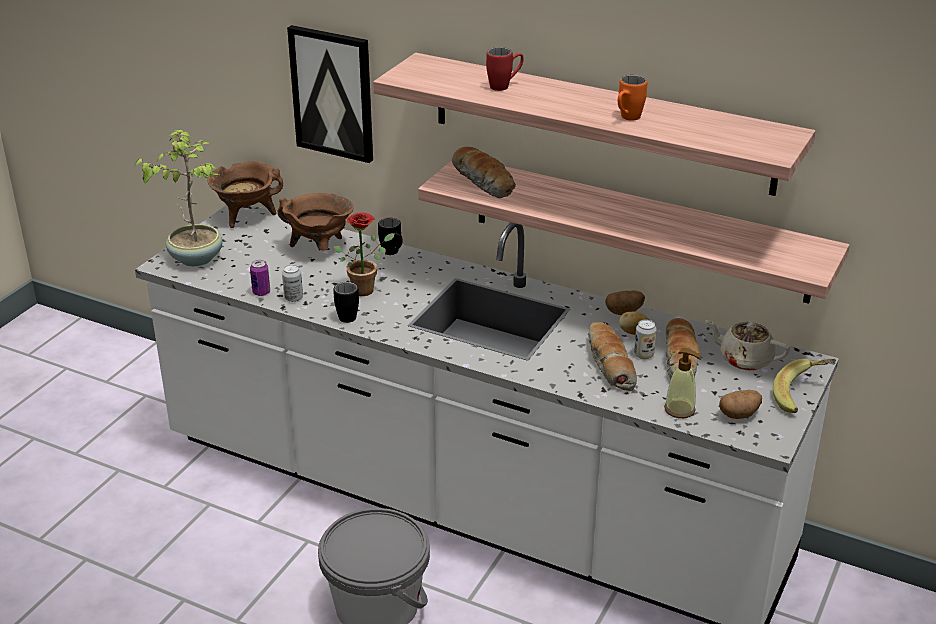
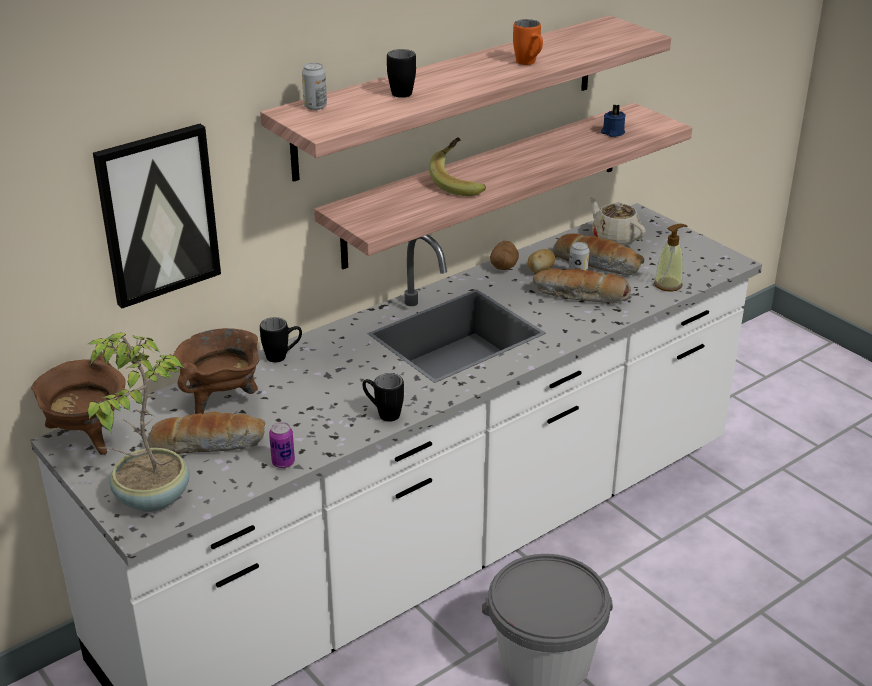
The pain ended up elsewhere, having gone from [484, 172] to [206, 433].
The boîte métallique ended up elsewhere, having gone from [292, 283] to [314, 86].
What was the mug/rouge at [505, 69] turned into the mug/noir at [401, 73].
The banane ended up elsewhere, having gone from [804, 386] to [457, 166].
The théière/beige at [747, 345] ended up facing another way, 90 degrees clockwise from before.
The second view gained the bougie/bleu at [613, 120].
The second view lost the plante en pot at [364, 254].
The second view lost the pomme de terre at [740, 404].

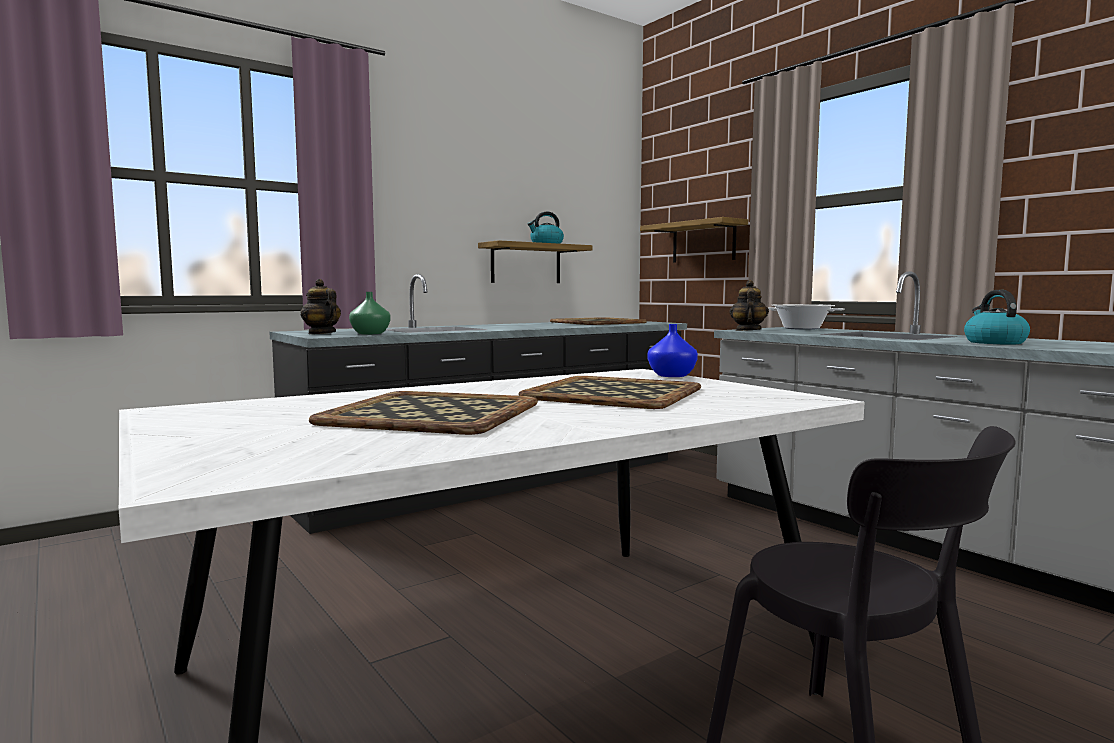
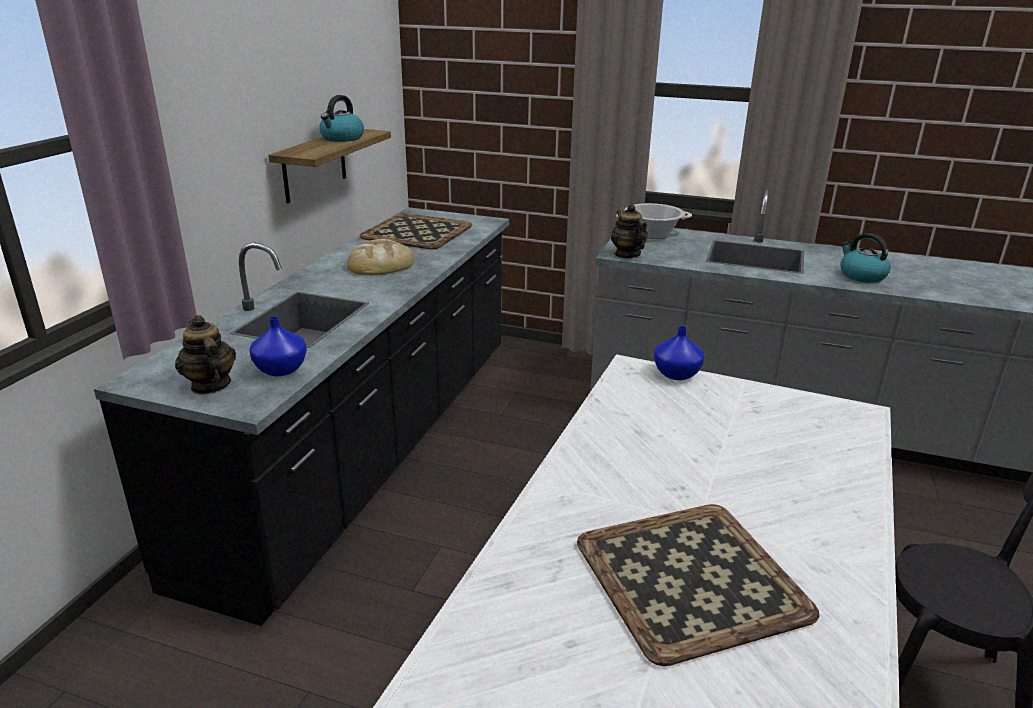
The théière at [320, 306] ended up facing another way, 45 degrees clockwise from before.
What was the vase/vert at [370, 313] turned into the vase/bleu at [278, 346].
The second view gained the pain at [381, 257].
The second view lost the plateau at [609, 392].
The second view lost the étagère at [694, 240].

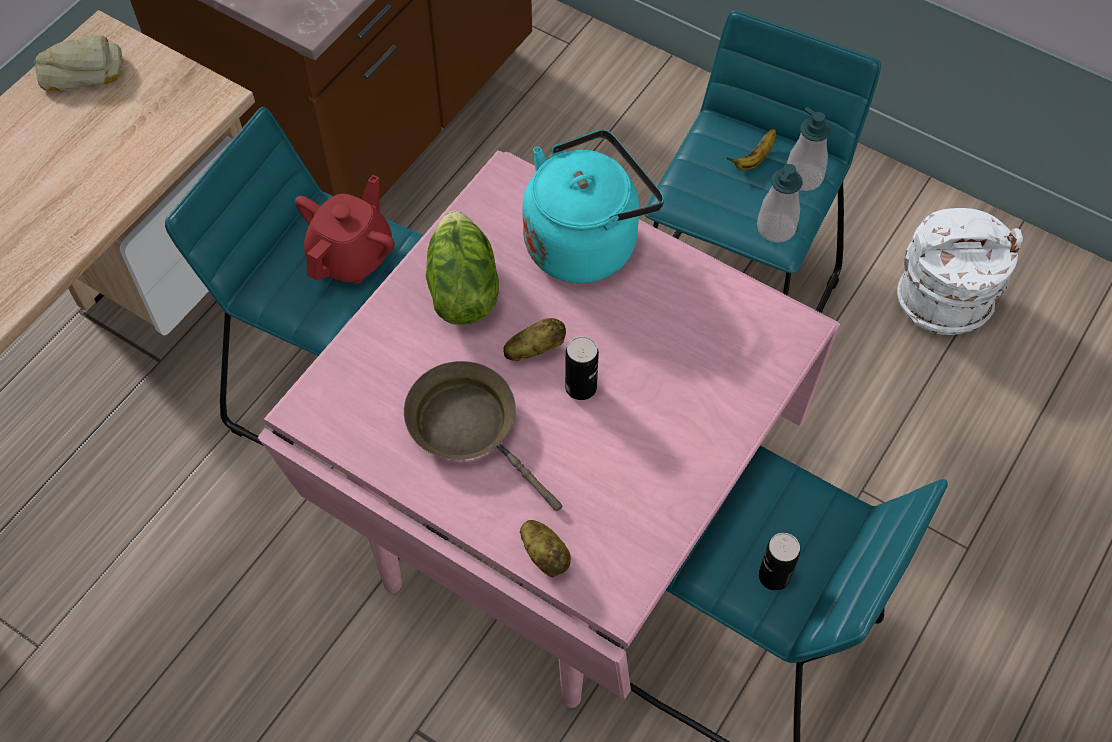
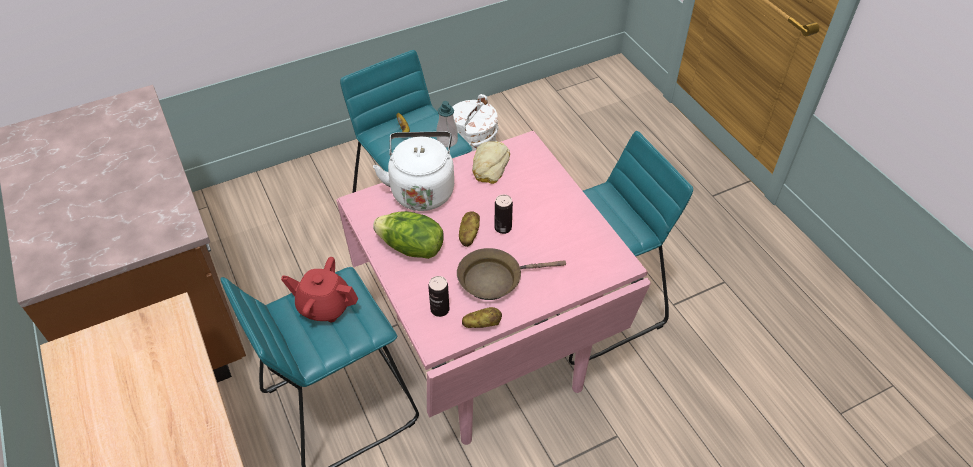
The théière/rouge at [345, 229] ended up facing another way, 45 degrees counterclockwise from before.
What was the bouilloire/turquoise at [593, 206] turned into the bouilloire/blanc at [413, 171].
The boîte métallique ended up elsewhere, having gone from [779, 562] to [438, 296].
The pomme de terre ended up elsewhere, having gone from [545, 549] to [482, 317].
The pain ended up elsewhere, having gone from [79, 63] to [491, 162].
The second view lost the distributeur de savon at [809, 149].

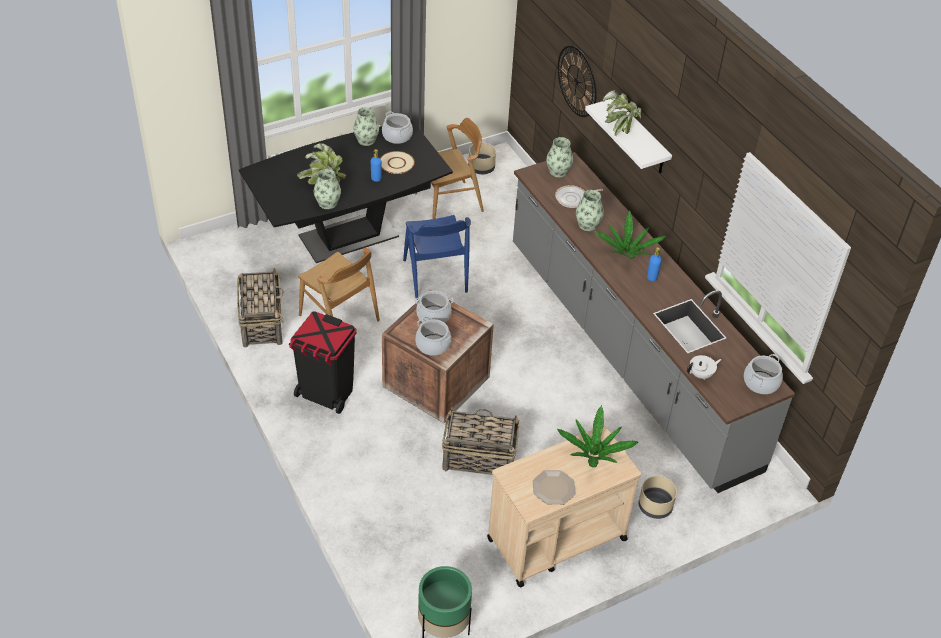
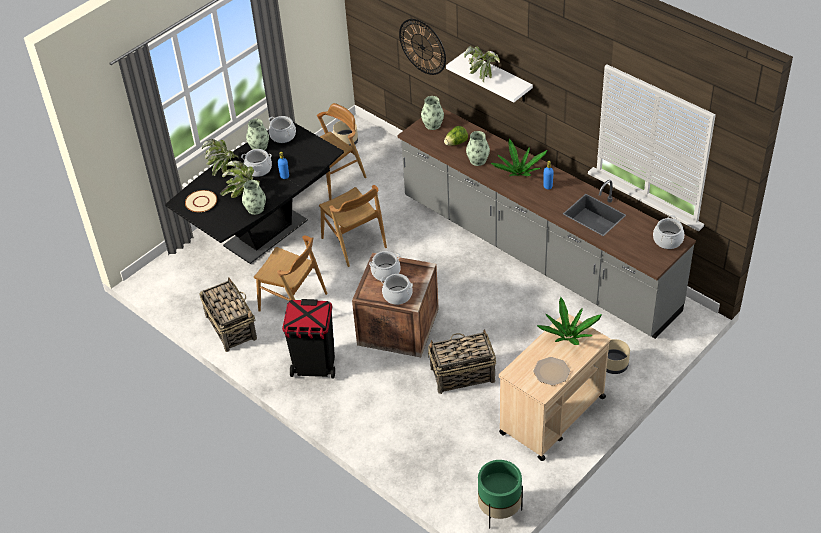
The assiette/beige ended up elsewhere, having gone from [397, 162] to [201, 201].
The second view gained the plante en pot at [220, 157].
The second view gained the marmite at [256, 163].
What was the chaise/bleu at [437, 257] turned into the chaise/marron at [353, 226].
Where the poêle stood at [579, 196], the laitue came to stand at [456, 136].
The second view lost the théière/blanc at [704, 367].

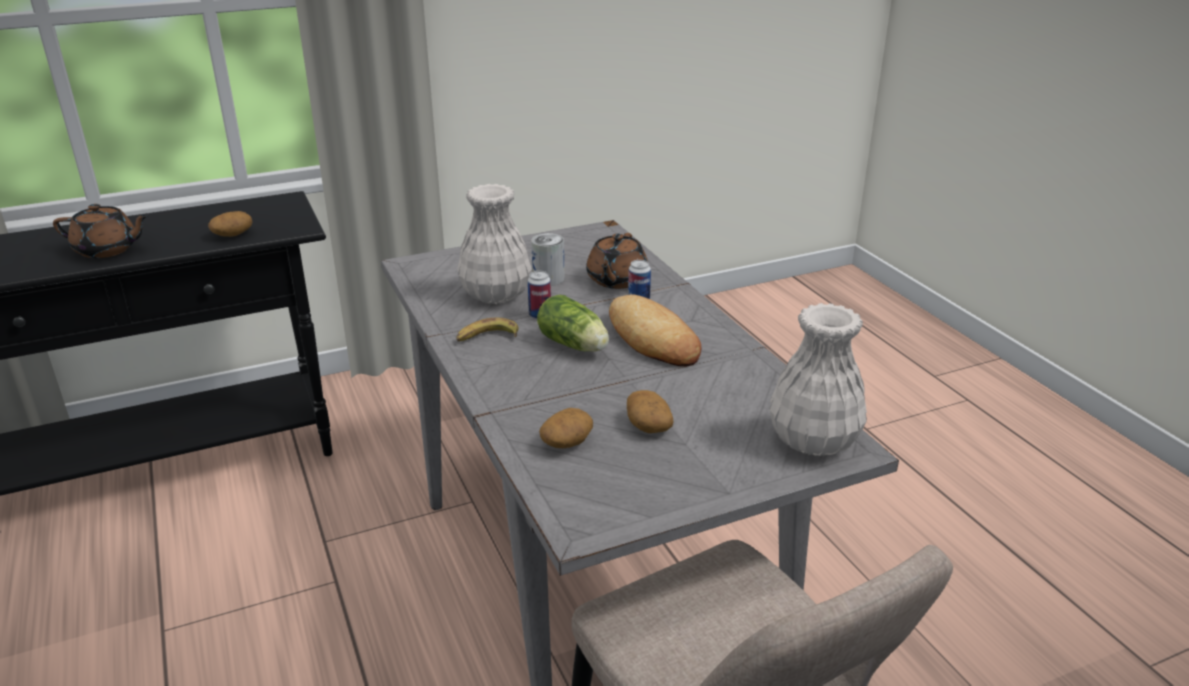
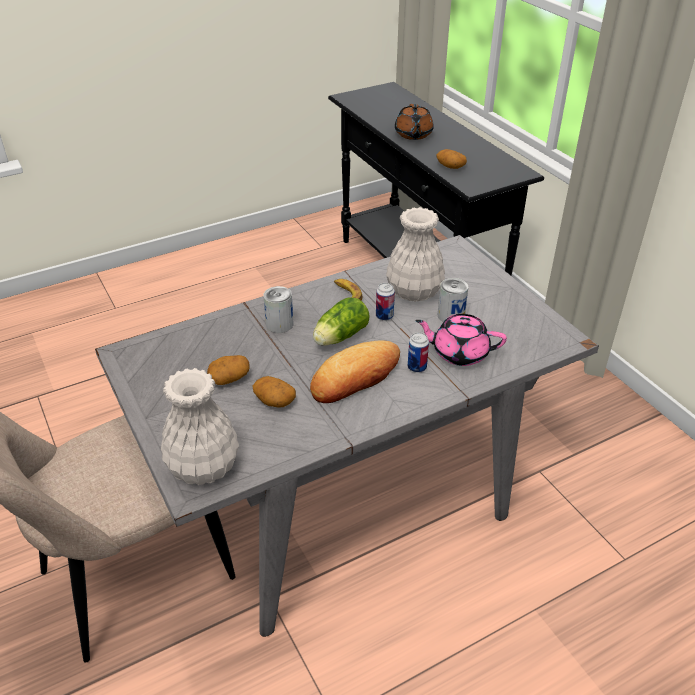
The pomme de terre ended up elsewhere, having gone from [566, 428] to [274, 392].
The second view gained the boîte métallique at [278, 309].
What was the théière/marron at [617, 261] turned into the théière/rose at [461, 340].

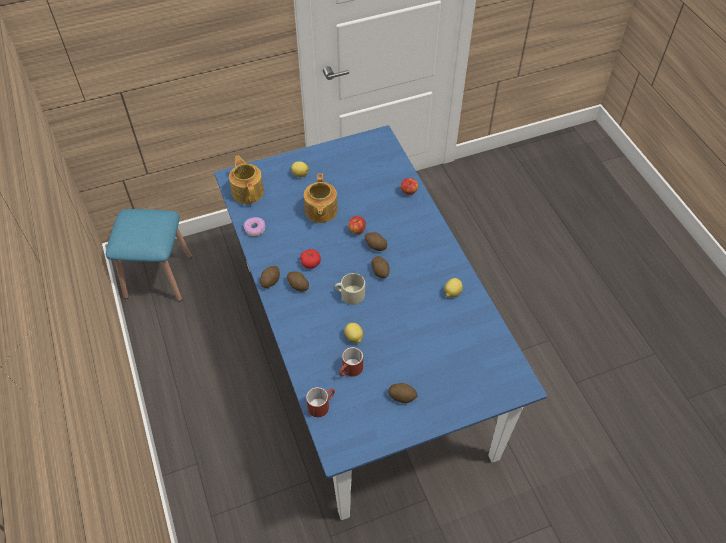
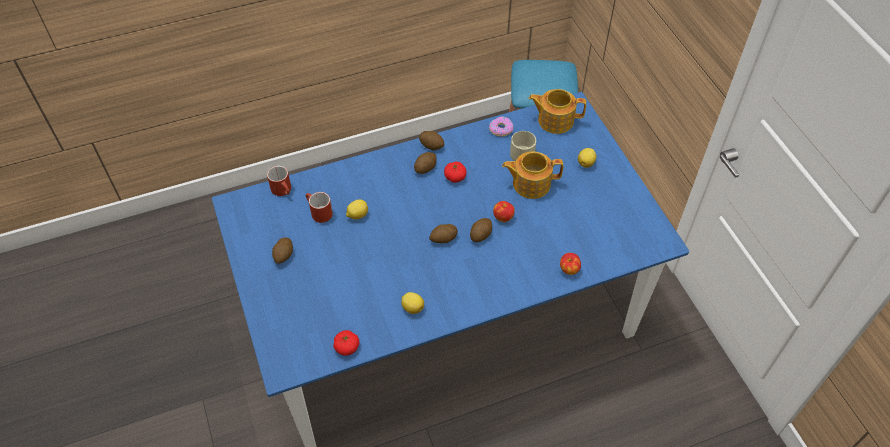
The second view gained the tomate at [346, 343].
The mug/beige ended up elsewhere, having gone from [350, 289] to [523, 146].
The théière at [246, 179] ended up facing another way, 150 degrees counterclockwise from before.

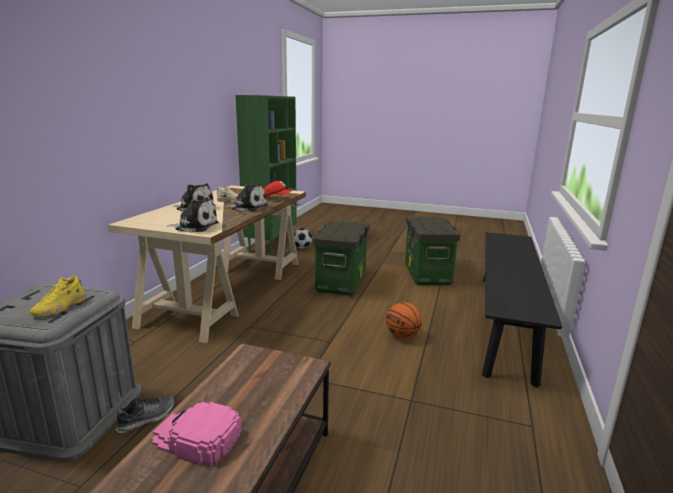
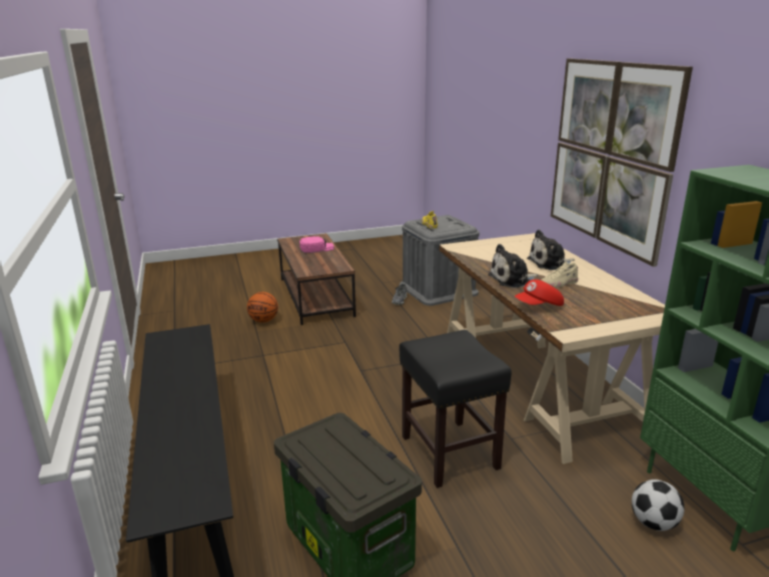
The ballon de basket ended up elsewhere, having gone from [404, 320] to [262, 307].
Where the boîte de rangement stood at [341, 258], the tabouret/noir came to stand at [455, 409].
The second view gained the tableau at [622, 162].
The second view lost the peluche at [193, 215].

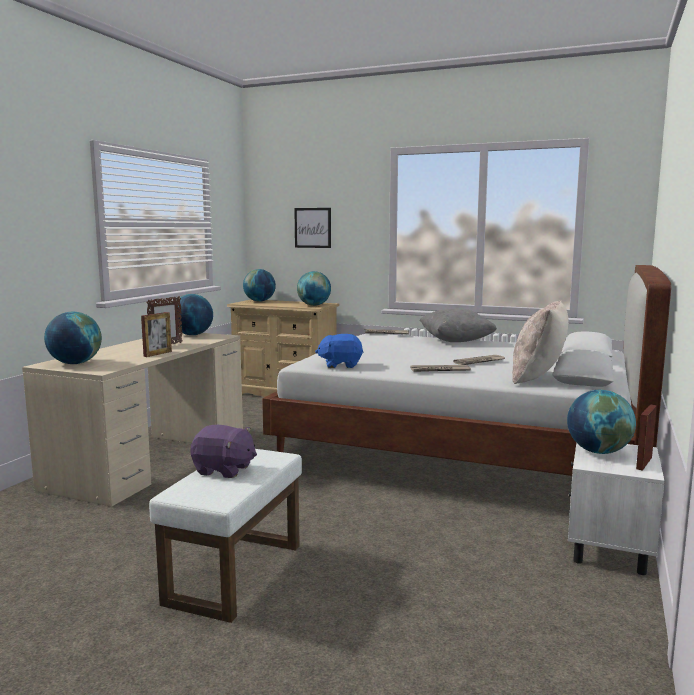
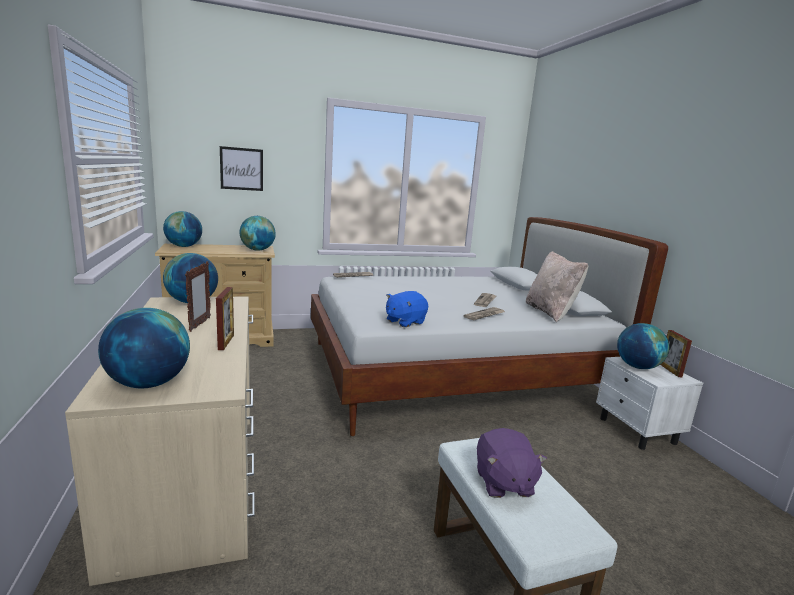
The peluche/violet at [223, 451] ended up facing another way, 105 degrees clockwise from before.
The second view lost the coussin/gris at [458, 325].

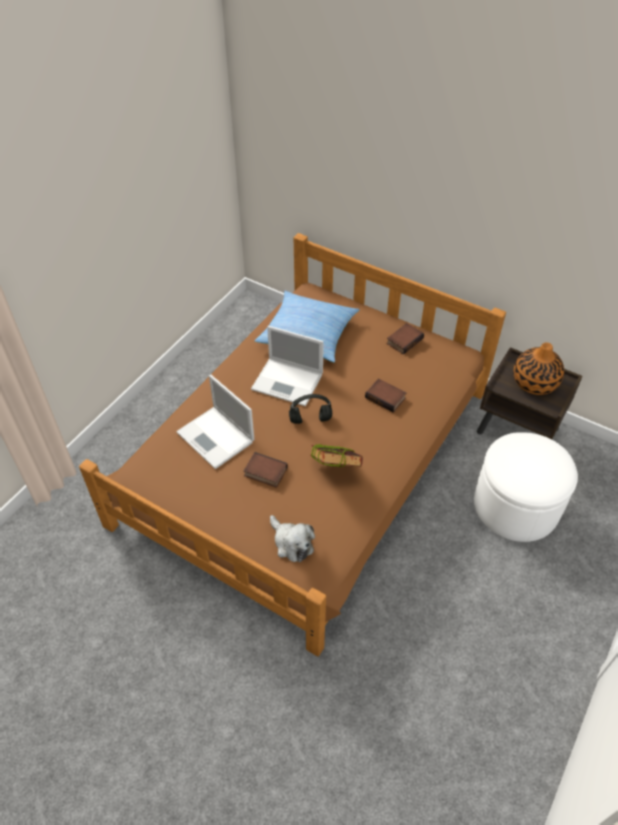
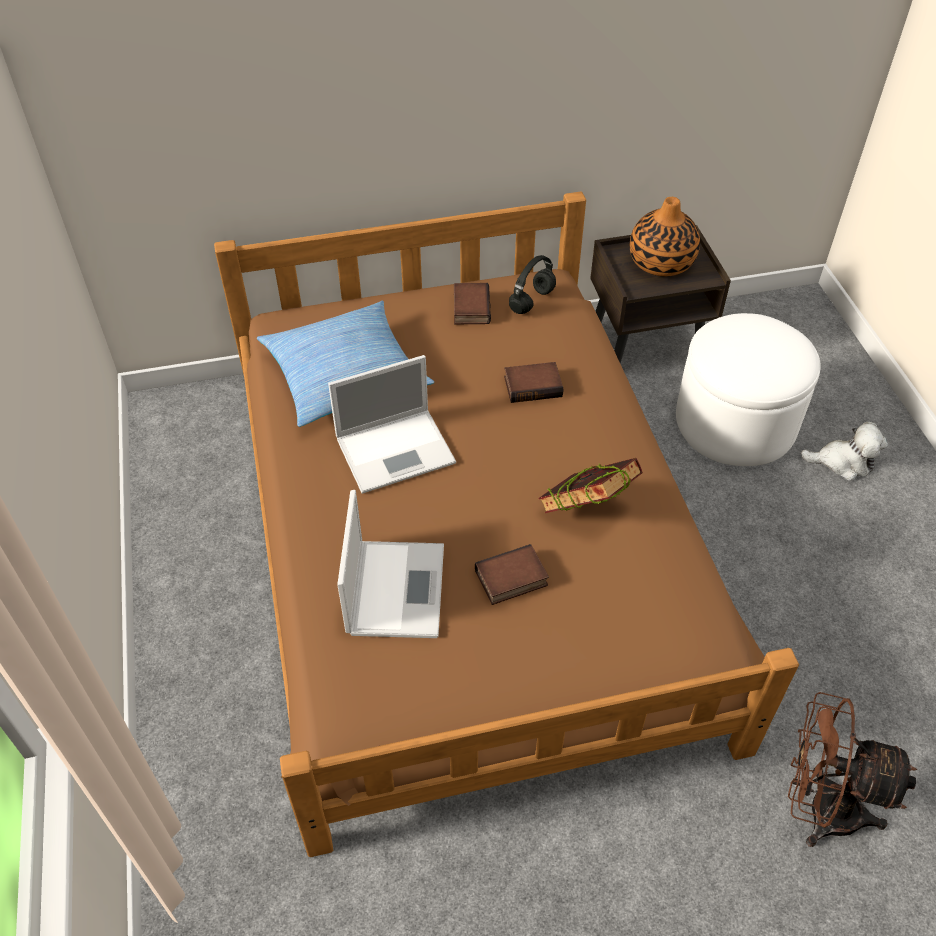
The ordinateur portable at [215, 422] ended up facing another way, 90 degrees counterclockwise from before.
The casque audio/noir ended up elsewhere, having gone from [310, 409] to [532, 284].
The second view gained the ventilateur/marron at [852, 769].
The peluche ended up elsewhere, having gone from [292, 538] to [844, 451].

